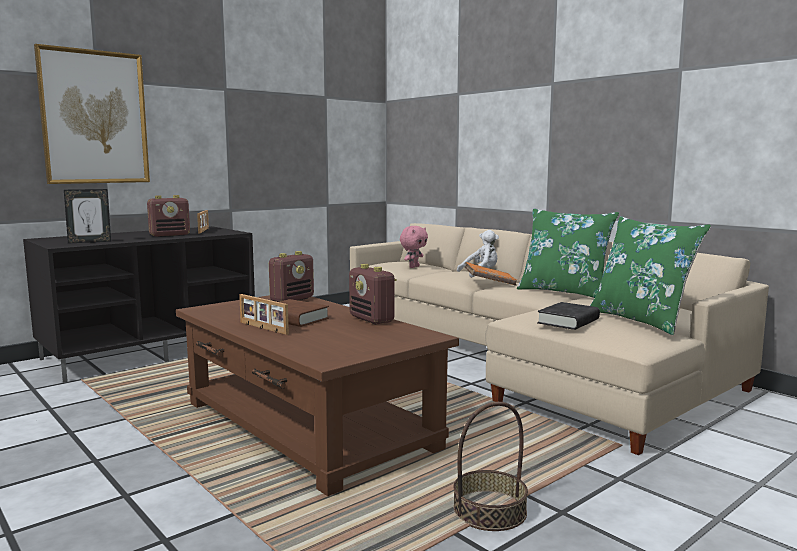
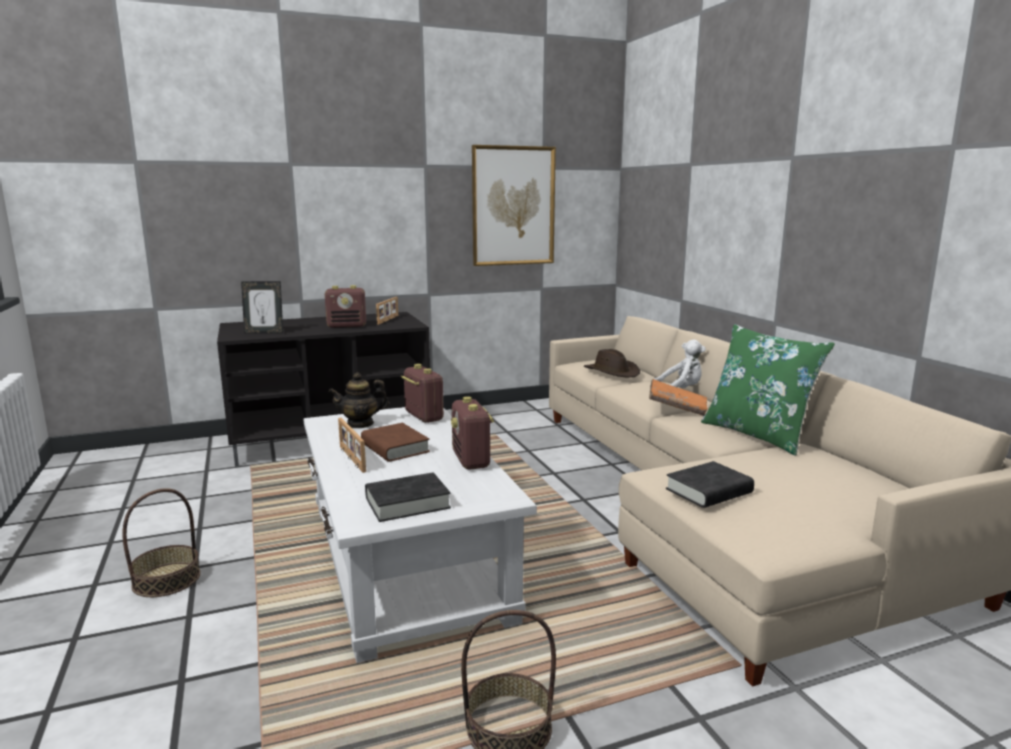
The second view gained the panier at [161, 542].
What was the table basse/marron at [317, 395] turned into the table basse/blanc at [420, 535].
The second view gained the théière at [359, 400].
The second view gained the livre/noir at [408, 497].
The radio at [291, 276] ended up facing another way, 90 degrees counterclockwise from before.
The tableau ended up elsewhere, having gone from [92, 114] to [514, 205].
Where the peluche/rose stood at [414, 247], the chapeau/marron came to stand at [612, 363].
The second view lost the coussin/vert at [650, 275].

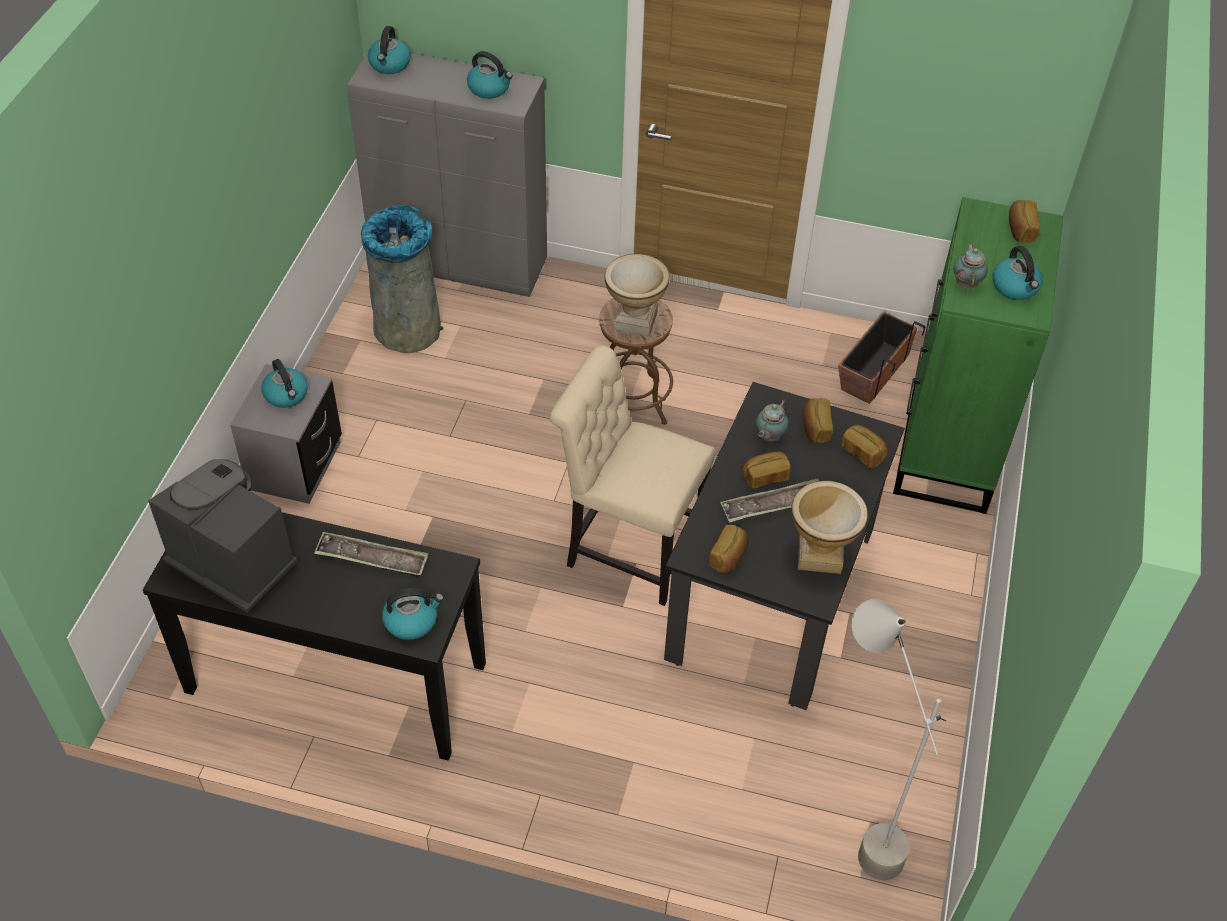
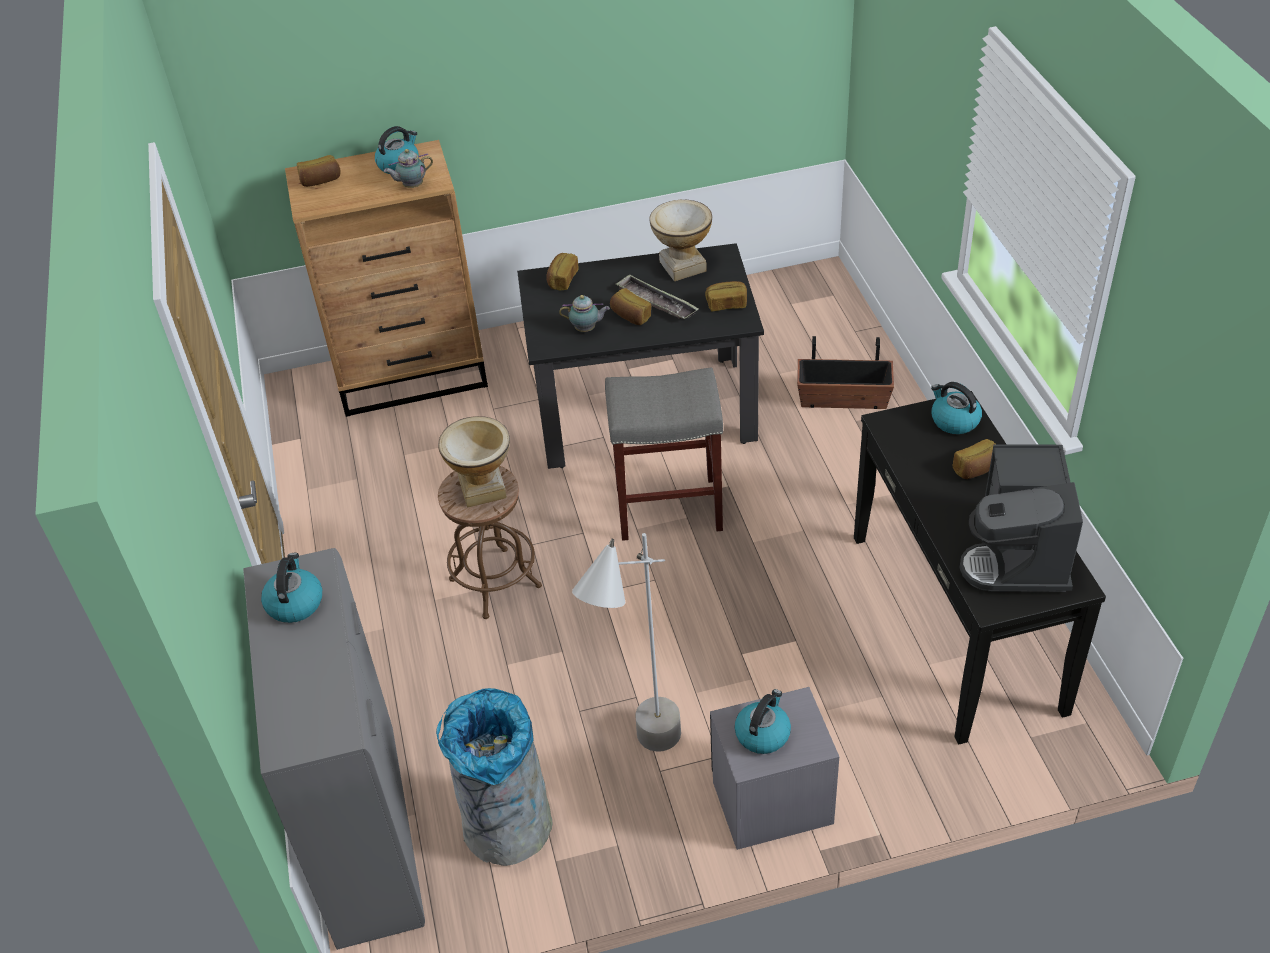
What was the commode/vert at [978, 355] turned into the commode/marron at [386, 278].
The lampadaire/gris ended up elsewhere, having gone from [899, 739] to [626, 642].
Where the chaise/beige stood at [632, 475], the tabouret/gris came to stand at [664, 454].
The cache-pot ended up elsewhere, having gone from [881, 357] to [845, 372].
The pain ended up elsewhere, having gone from [818, 420] to [975, 459].
The second view lost the plateau at [371, 555].
The second view lost the bouilloire at [389, 50].

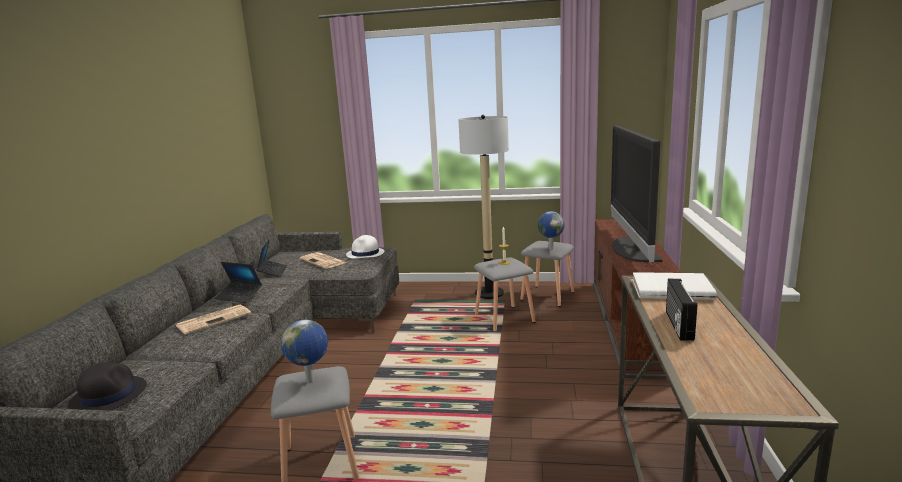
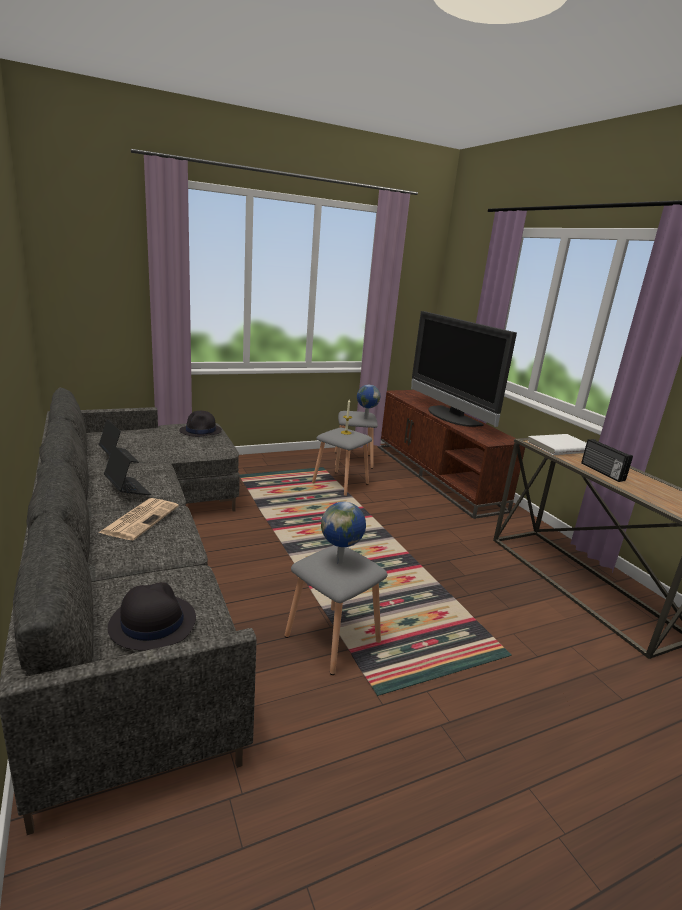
The ordinateur portable at [238, 282] ended up facing another way, 120 degrees counterclockwise from before.
What was the chapeau/blanc at [365, 247] turned into the chapeau/noir at [200, 424].
The second view lost the journal at [323, 260].
The second view lost the lampadaire at [483, 207].

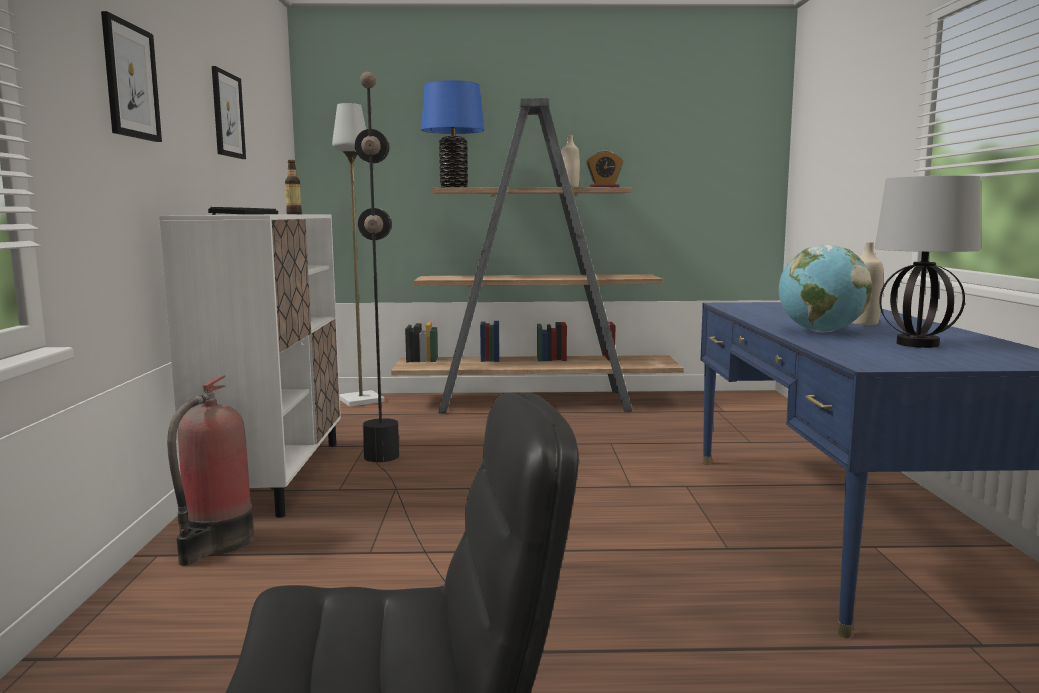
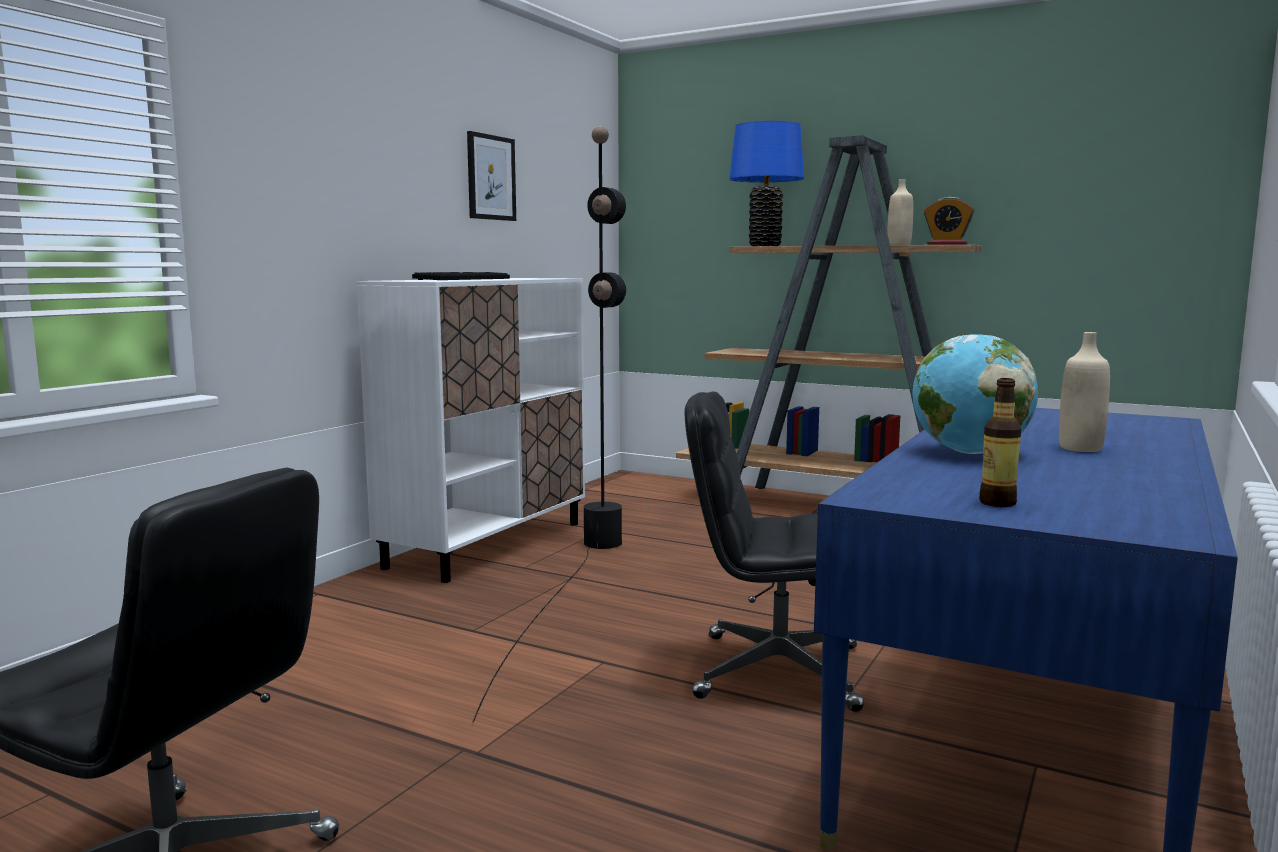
The second view gained the chaise de bureau/noir at [774, 552].
The bouteille ended up elsewhere, having gone from [293, 187] to [1000, 442].
The second view lost the tableau at [131, 76].
The second view lost the extincteur at [210, 470].
The second view lost the lampadaire/gris at [358, 255].
The second view lost the lampe de table at [927, 261].

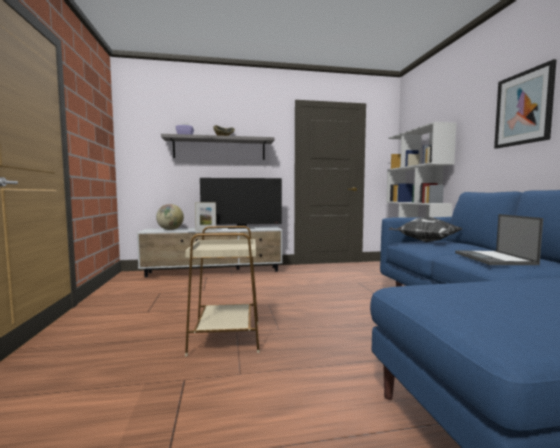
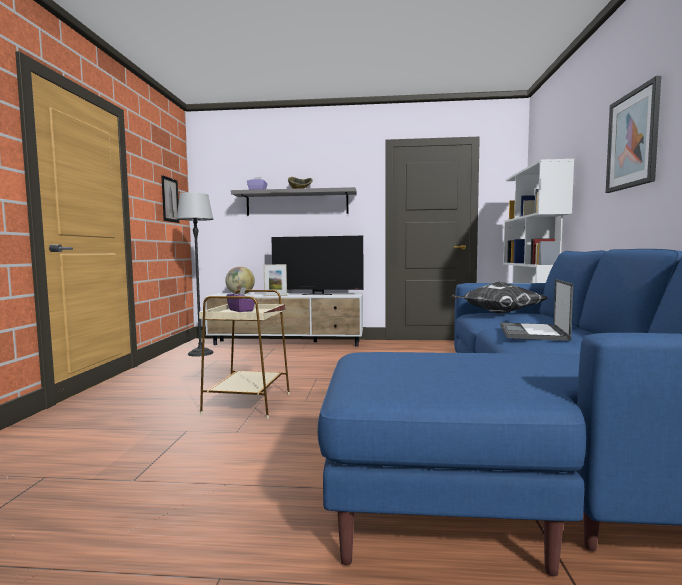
The second view gained the tableau at [170, 199].
The second view gained the lampadaire at [195, 274].
The second view gained the boîte à mouchoirs/violet at [240, 299].

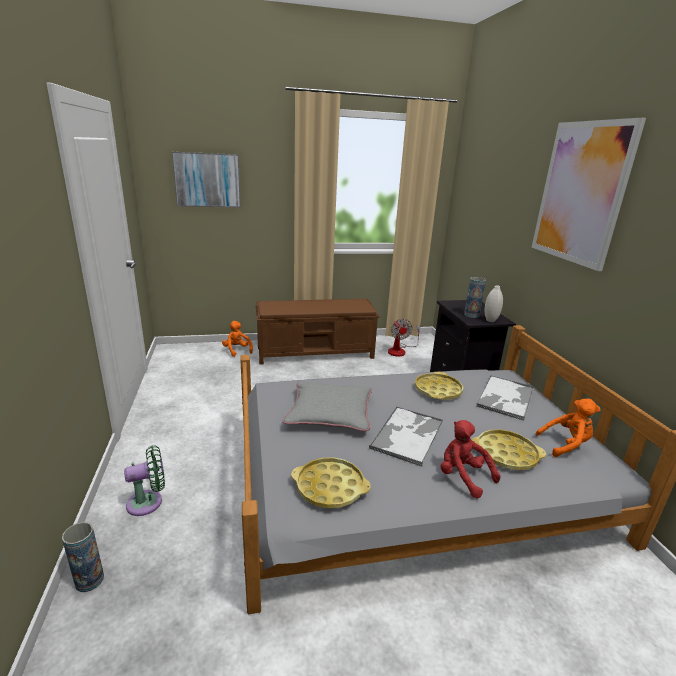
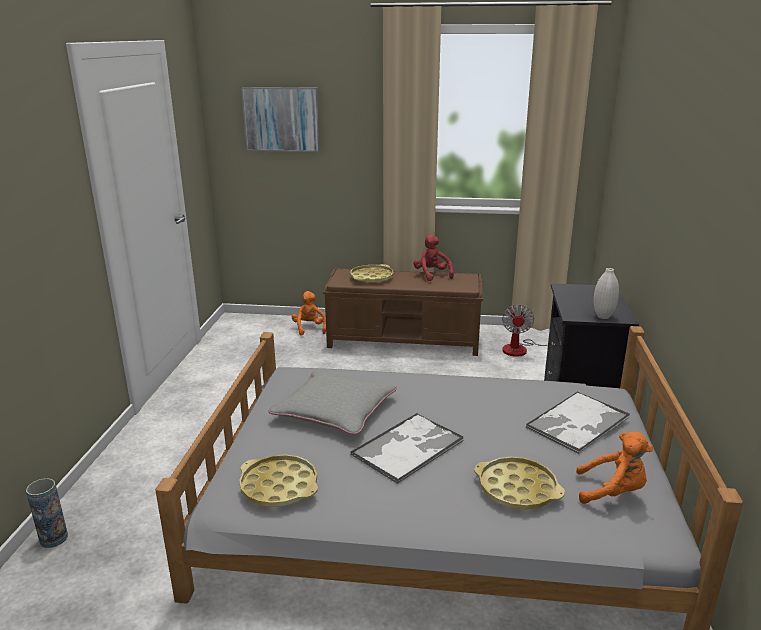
The plateau/jaune ended up elsewhere, having gone from [439, 386] to [372, 273].
The peluche/rouge ended up elsewhere, having gone from [471, 459] to [433, 257].
The second view lost the ventilateur/vert at [144, 480].
The second view lost the vase at [475, 297].
The second view lost the tableau at [589, 194].

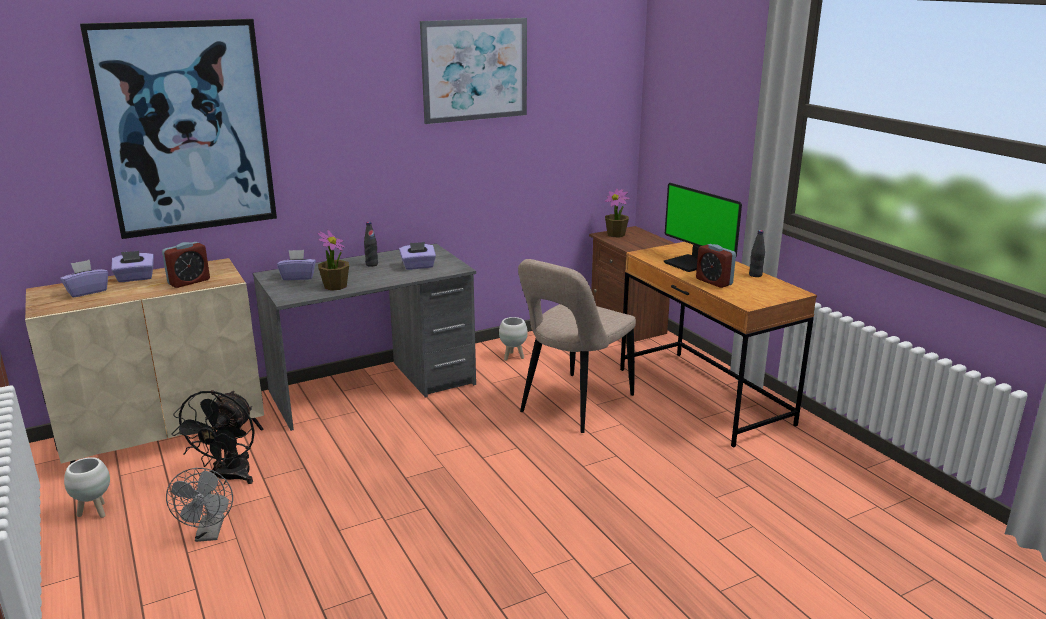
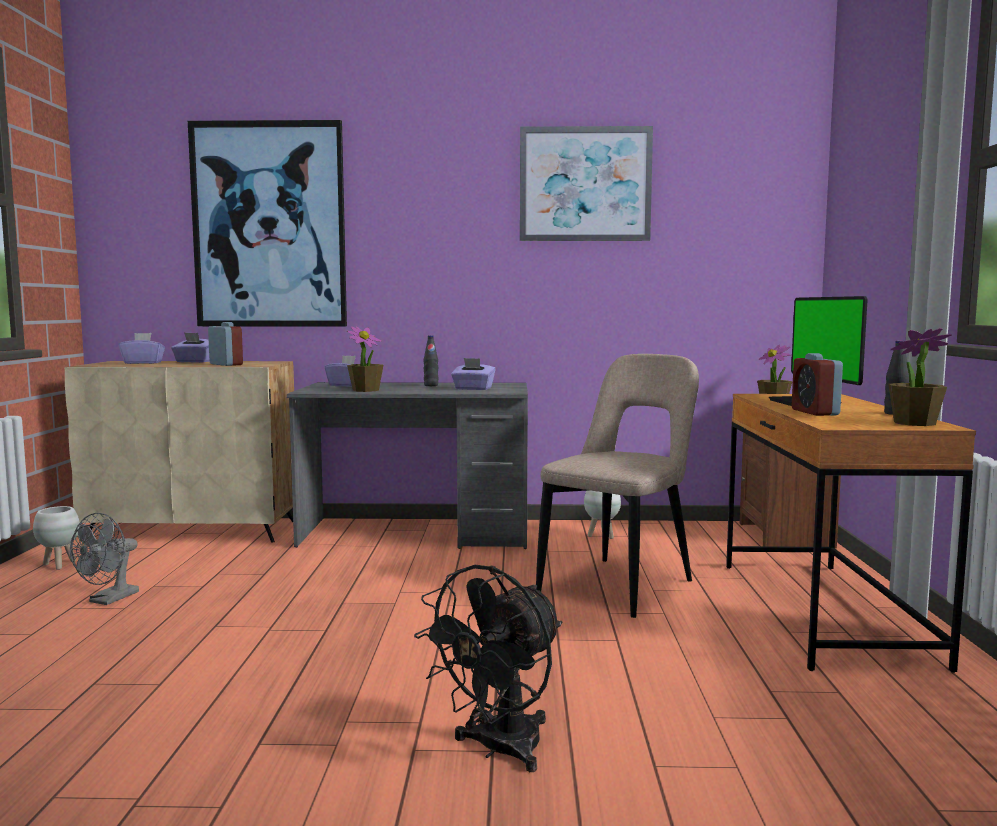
The réveil at [186, 265] ended up facing another way, 120 degrees counterclockwise from before.
The ventilateur/noir ended up elsewhere, having gone from [213, 437] to [488, 668].
The chaise/beige at [577, 346] ended up facing another way, 150 degrees clockwise from before.
The second view gained the plante en pot at [920, 377].

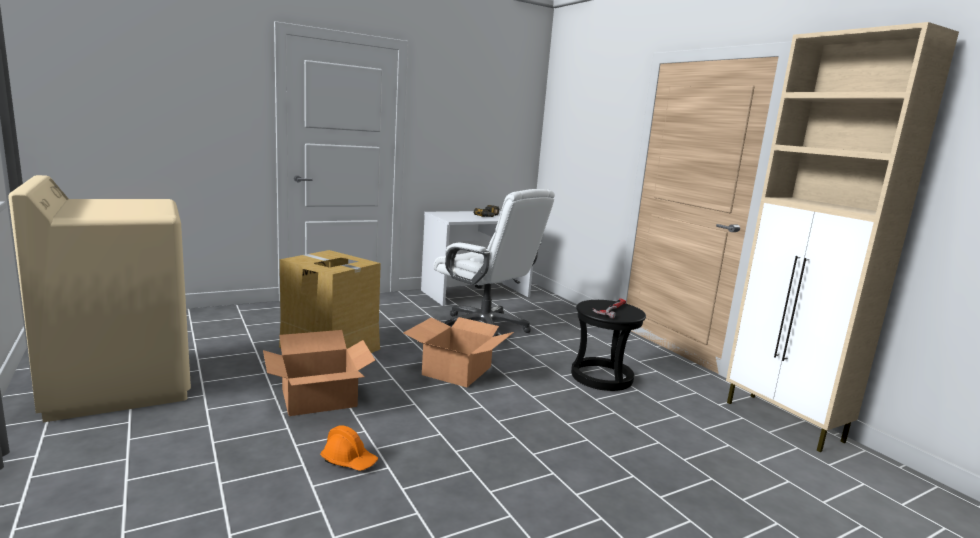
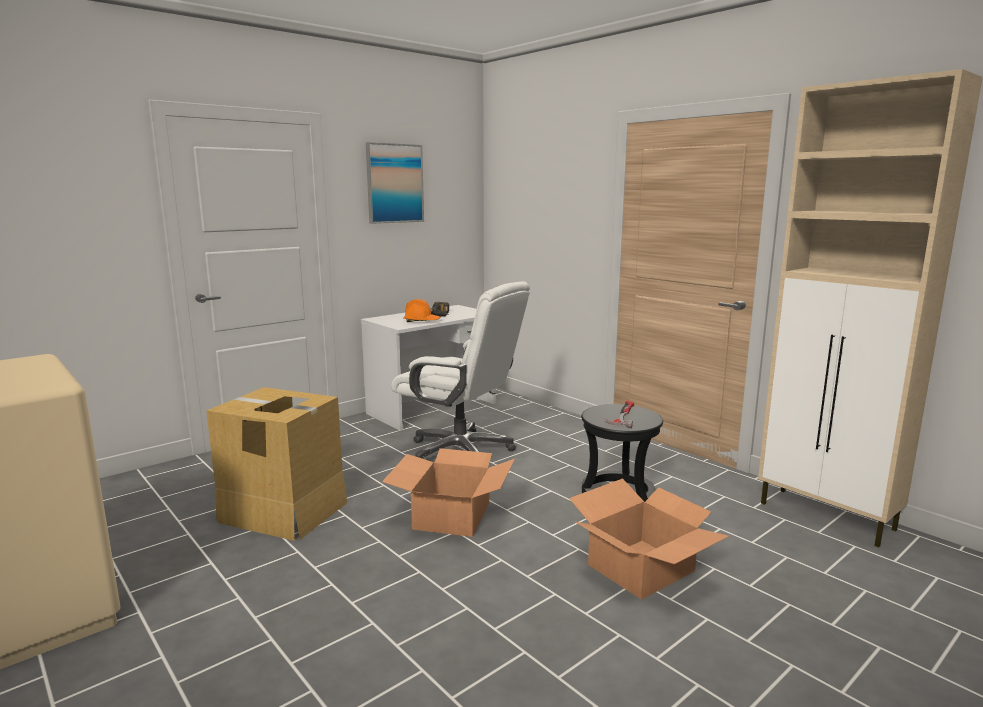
The second view gained the tableau at [395, 183].
The casque de chantier/orange ended up elsewhere, having gone from [349, 448] to [422, 310].
The carton ended up elsewhere, having gone from [319, 373] to [649, 539].

